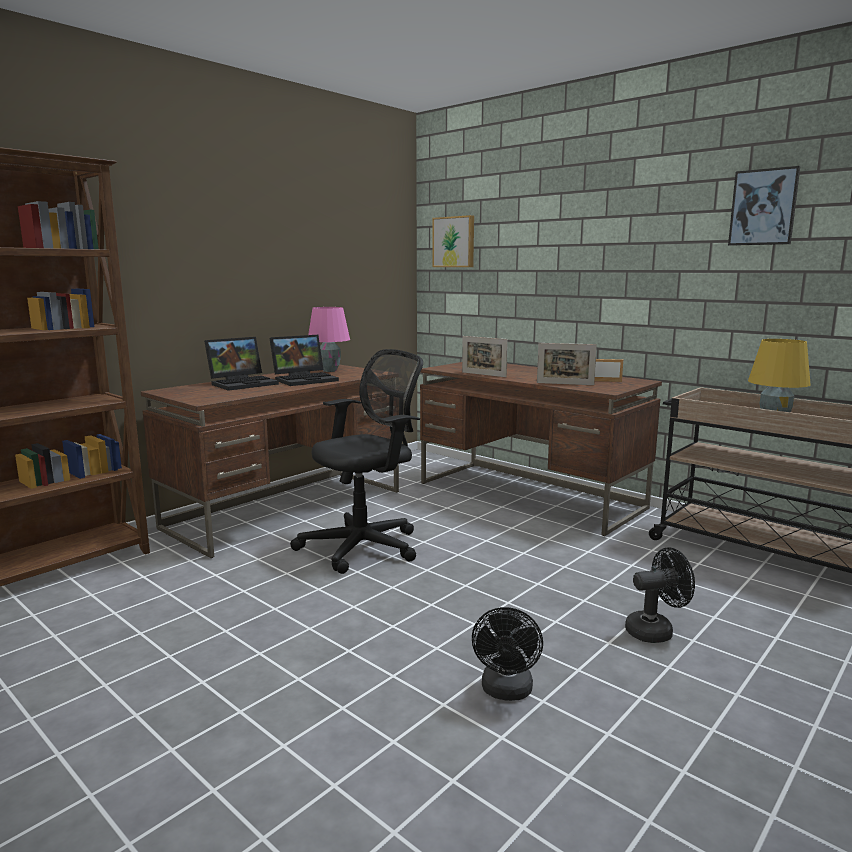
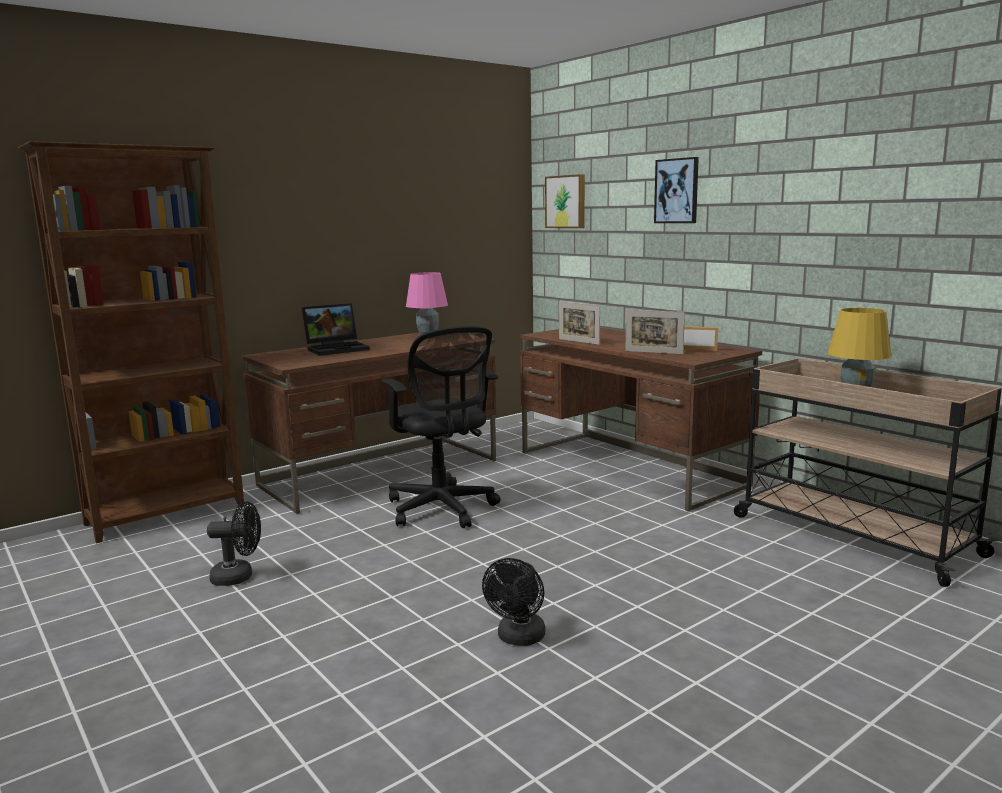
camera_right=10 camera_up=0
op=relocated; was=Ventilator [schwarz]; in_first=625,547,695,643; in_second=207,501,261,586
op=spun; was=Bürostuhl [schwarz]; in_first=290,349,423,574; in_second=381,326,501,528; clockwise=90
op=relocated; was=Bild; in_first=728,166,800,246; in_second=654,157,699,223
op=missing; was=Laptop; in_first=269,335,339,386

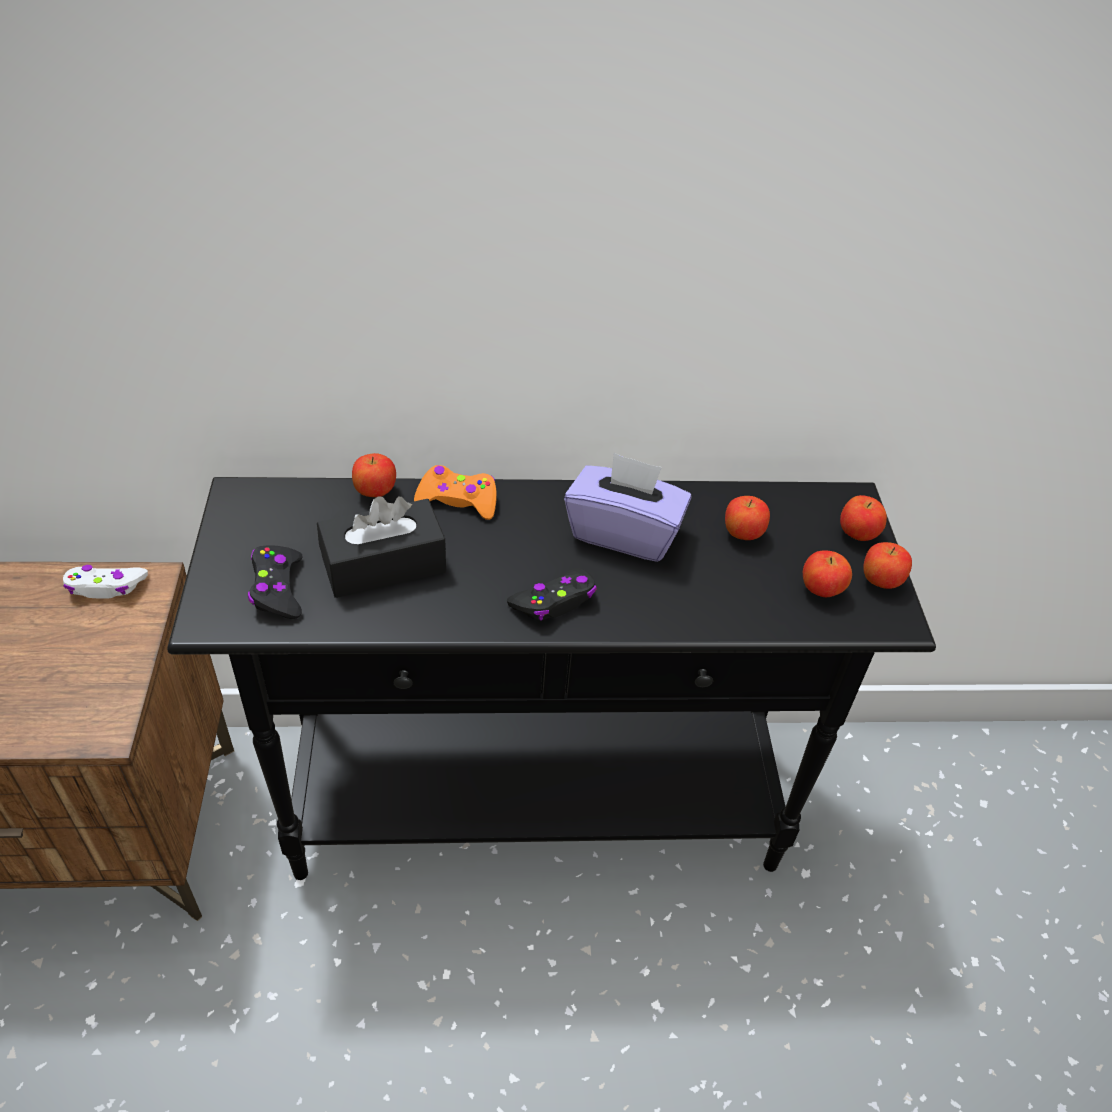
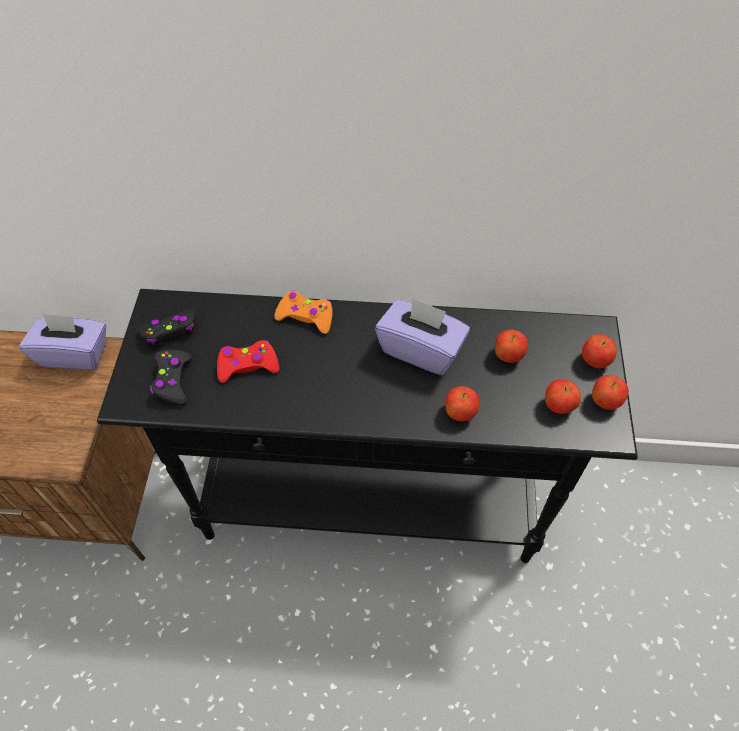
camera_right=10 camera_up=10
op=exchanged; was=Gamepad [weiß]; now=Taschentuchbox [lila]; in_first=63,565,148,599; in_second=19,313,106,370
op=relocated; was=Gamepad [schwarz]; in_first=507,568,597,620; in_second=137,309,196,345
op=exchanged; was=Taschentuchbox [schwarz]; now=Gamepad [rot]; in_first=317,496,446,598; in_second=217,340,279,383
op=relocated; was=Apfel; in_first=352,453,396,497; in_second=445,386,480,421

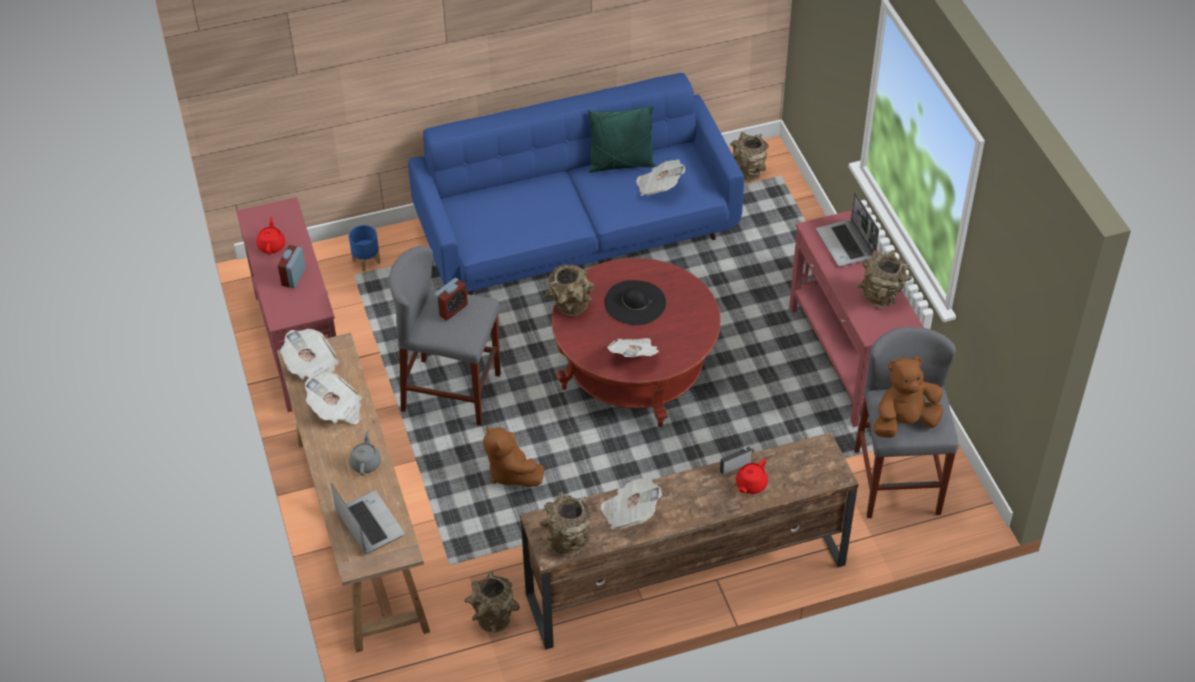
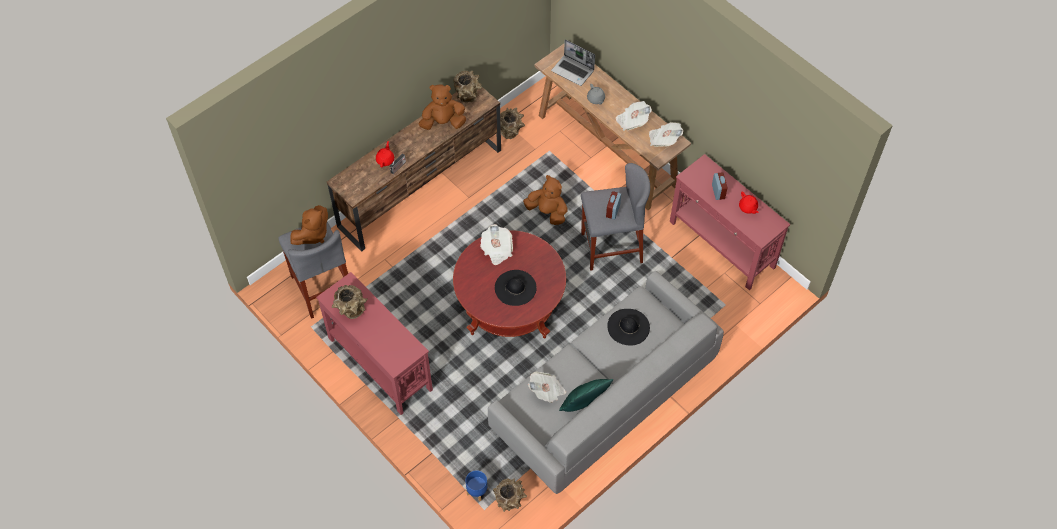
camera_right=155 camera_up=10
op=exchanged; was=Zeitung; now=Plüschtier [braun]; in_first=600,478,662,530; in_second=418,85,466,130
op=relocated; was=Pflanzkübel [blau]; in_first=349,225,380,272; in_second=466,470,488,501
op=colour; was=Sofa [blau]; now=Sofa [grau]; in_first=408,73,744,295; in_second=488,271,724,494
op=appeared; now=Hut [schwarz]; in_second=607,309,650,346
op=missing; was=Vase [braun]; in_first=545,264,594,316
op=missing; was=Laptop; in_first=816,193,879,267

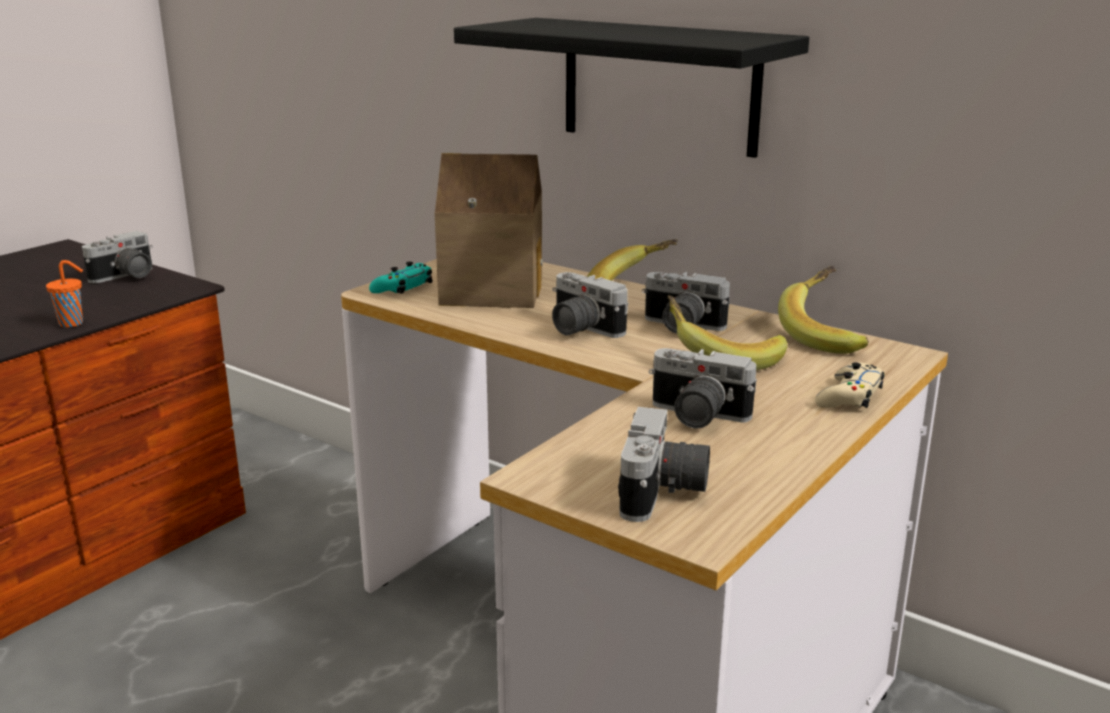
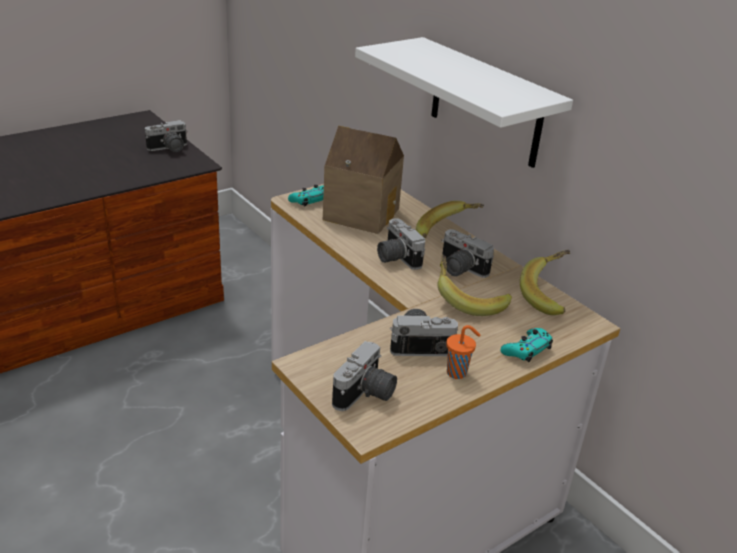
camera_right=15 camera_up=10
op=colour; was=Wandregal [schwarz]; now=Wandregal [weiß]; in_first=454,18,809,158; in_second=355,37,573,168
op=spun; was=Kamera; in_first=649,348,757,428; in_second=390,309,458,356; clockwise=135
op=relocated; was=Tasse [orange]; in_first=46,260,83,328; in_second=446,325,480,379
op=colour; was=Gamepad [beige]; now=Gamepad [türkis]; in_first=815,362,884,408; in_second=500,328,553,362

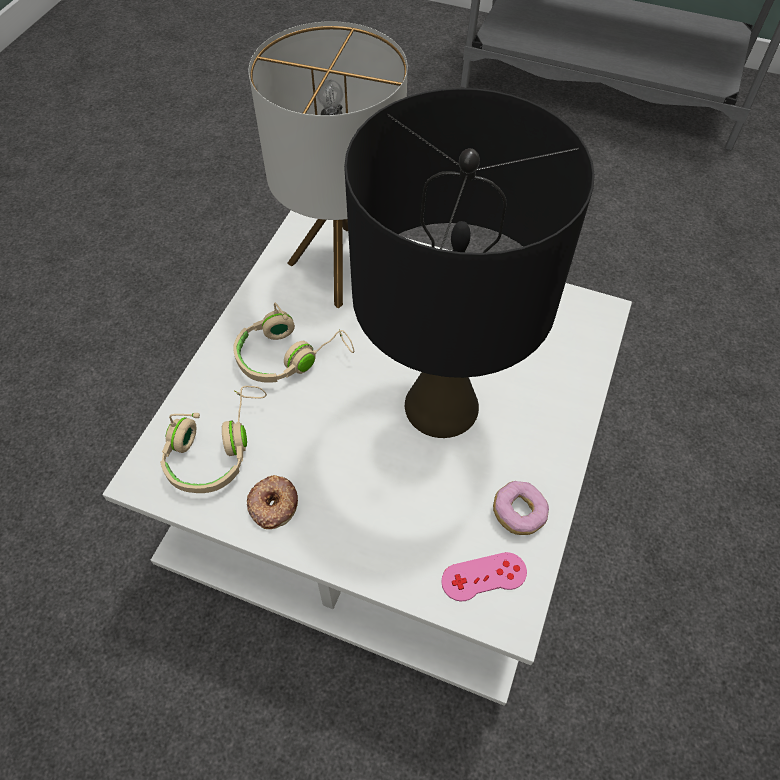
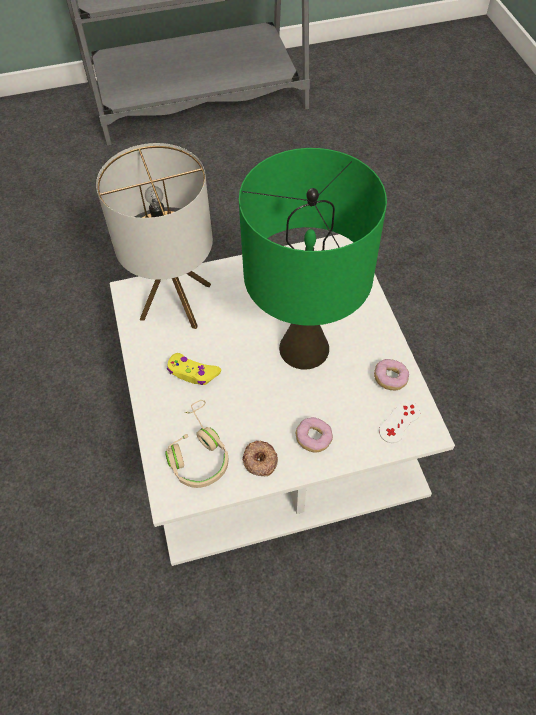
camera_right=-35 camera_up=0
op=exchanged; was=Kopfhörer [beige]; now=Gamepad [gelb]; in_first=233,303,354,383; in_second=167,353,221,385
op=colour; was=Tischlampe [schwarz]; now=Tischlampe [grün]; in_first=344,88,595,438; in_second=239,148,387,369
op=appeared; now=Donut; in_second=296,417,333,453
op=colour; was=Gamepad [rosa]; now=Gamepad [weiß]; in_first=441,552,527,601; in_second=379,400,421,443

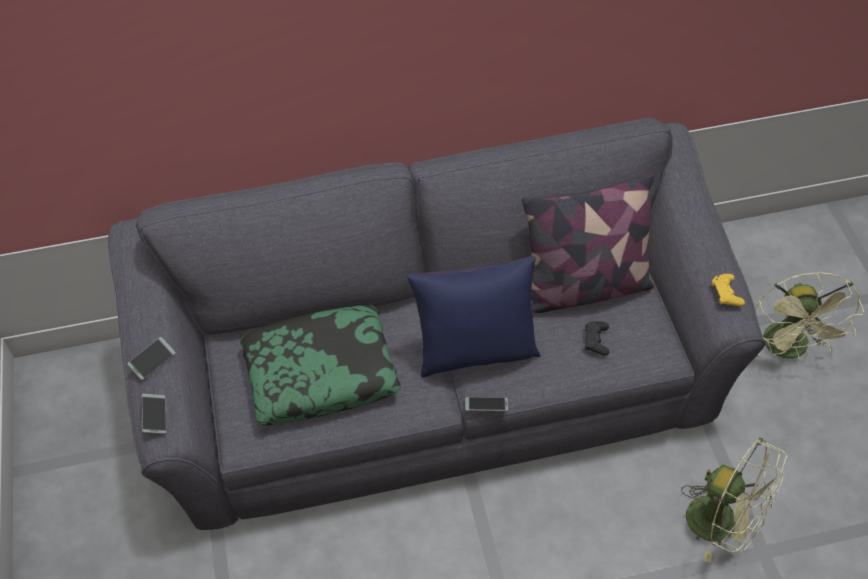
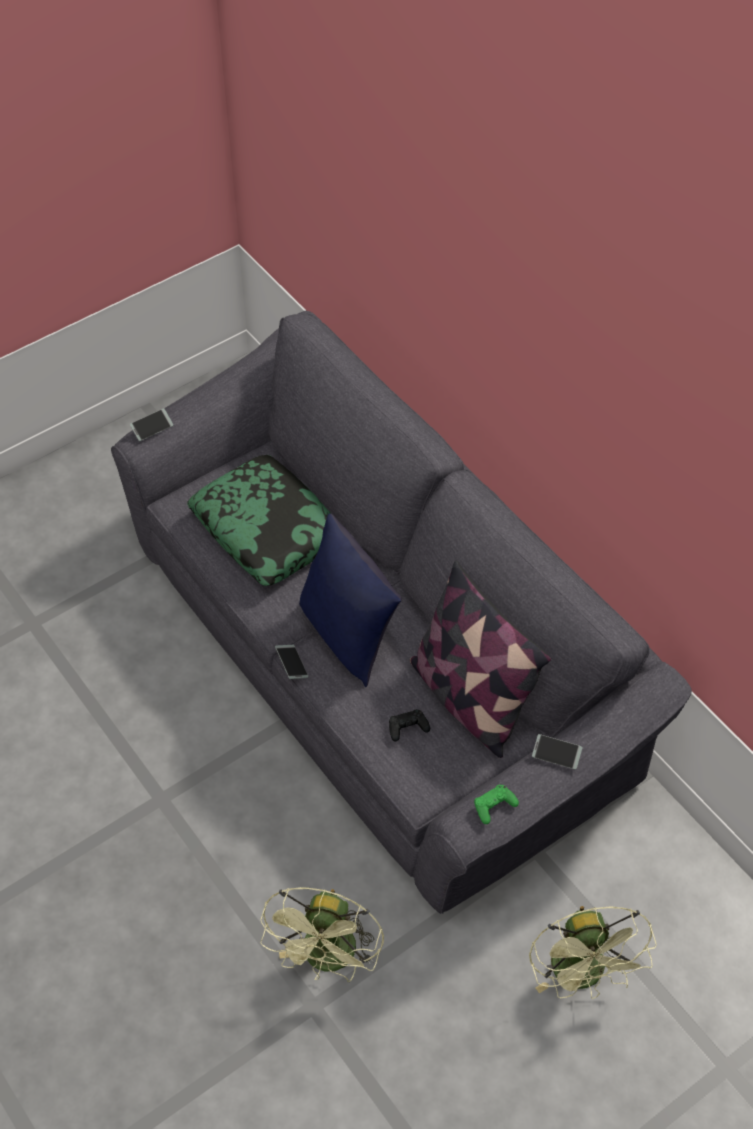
camera_right=65 camera_up=0
op=colour; was=Gamepad [gelb]; now=Gamepad [grün]; in_first=712,274,745,306; in_second=474,785,519,824
op=spun; was=Ventilator [grün]; in_first=755,272,864,360; in_second=529,906,657,999; clockwise=-75
op=relocated; was=Handy; in_first=127,337,176,380; in_second=532,734,582,769

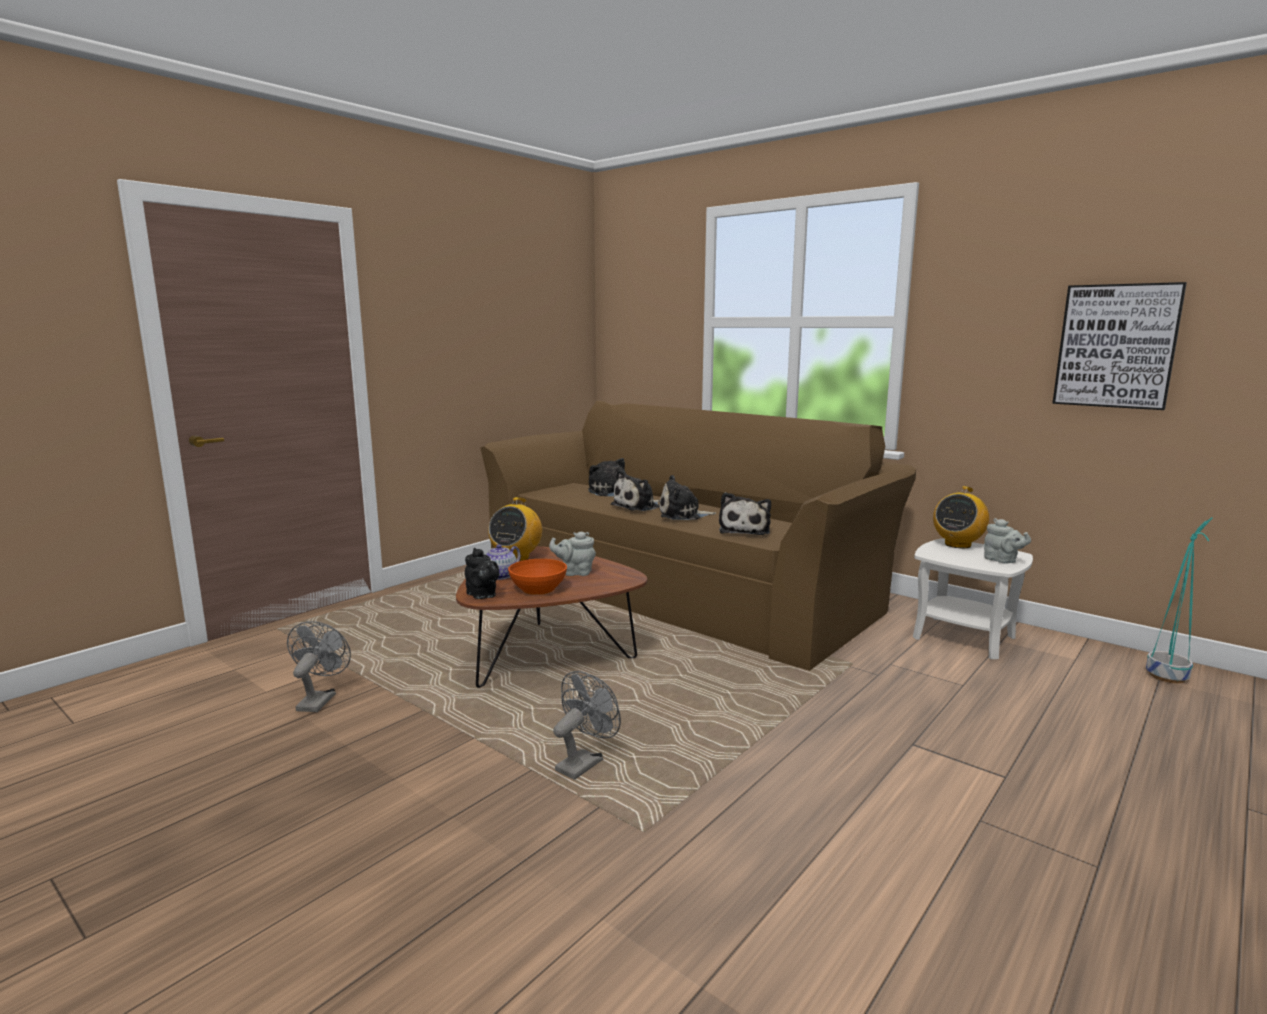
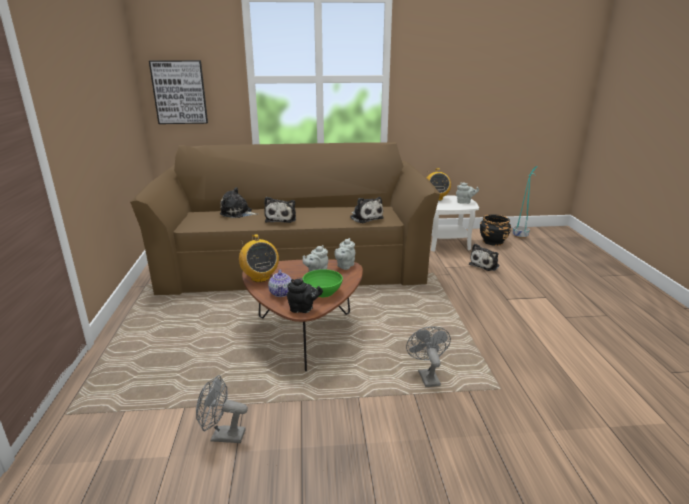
camera_right=-45 camera_up=10
op=relocated; was=Bild; in_first=1052,282,1187,410; in_second=149,60,208,124
op=spun; was=Ventilator [grau]; in_first=287,621,351,712; in_second=196,375,248,443; clockwise=-45
op=colour; was=Schüssel [orange]; now=Schüssel [grün]; in_first=508,559,567,595; in_second=303,269,343,297
op=appeared; now=Teekanne [grau]; in_second=334,238,355,270
op=relocated; was=Plüschtier; in_first=659,475,716,520; in_second=469,244,499,271
op=appeared; now=Pflanzkübel [schwarz]; in_second=480,214,511,246

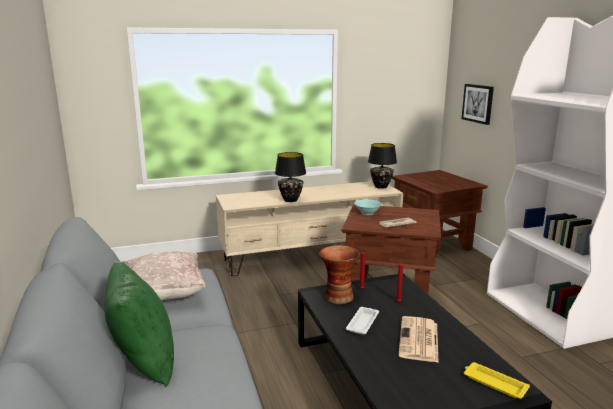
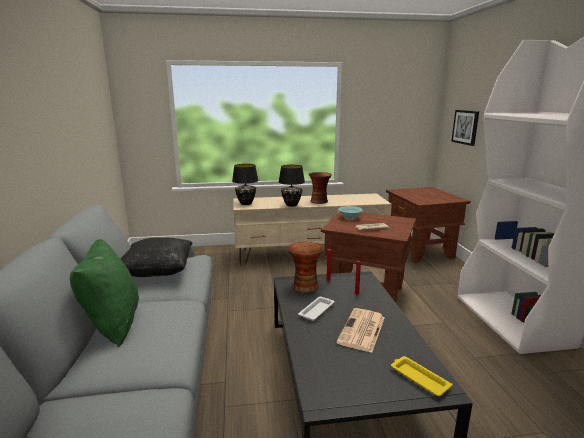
camera_right=10 camera_up=0
op=colour; was=Kissen [beige]; now=Kissen [schwarz]; in_first=124,251,206,301; in_second=121,237,193,277
op=relocated; was=Tischlampe [schwarz]; in_first=368,143,397,189; in_second=232,164,258,205
op=appeared; now=Vase; in_second=308,172,332,204

